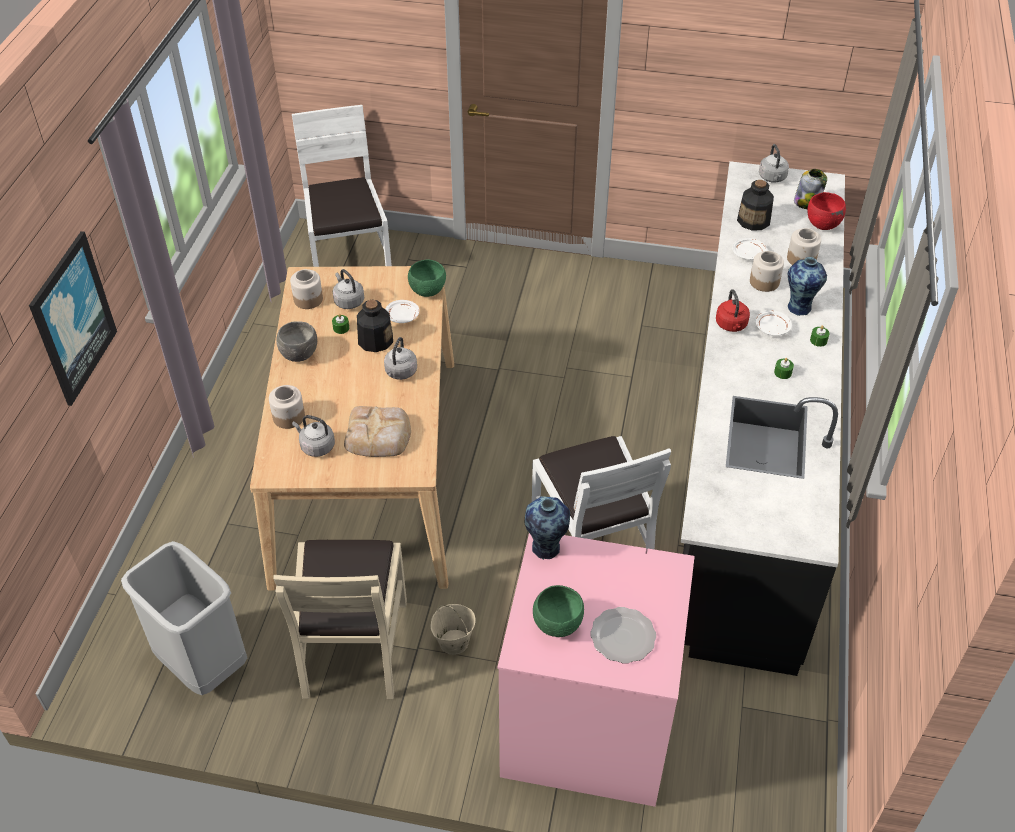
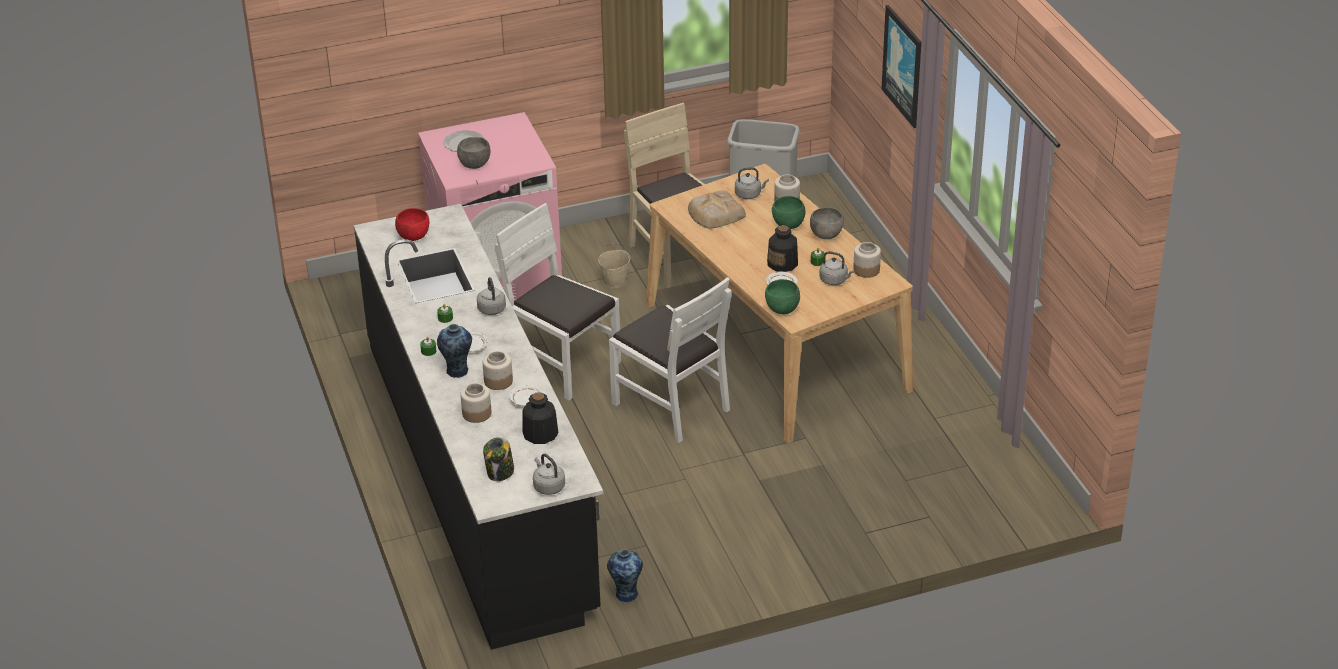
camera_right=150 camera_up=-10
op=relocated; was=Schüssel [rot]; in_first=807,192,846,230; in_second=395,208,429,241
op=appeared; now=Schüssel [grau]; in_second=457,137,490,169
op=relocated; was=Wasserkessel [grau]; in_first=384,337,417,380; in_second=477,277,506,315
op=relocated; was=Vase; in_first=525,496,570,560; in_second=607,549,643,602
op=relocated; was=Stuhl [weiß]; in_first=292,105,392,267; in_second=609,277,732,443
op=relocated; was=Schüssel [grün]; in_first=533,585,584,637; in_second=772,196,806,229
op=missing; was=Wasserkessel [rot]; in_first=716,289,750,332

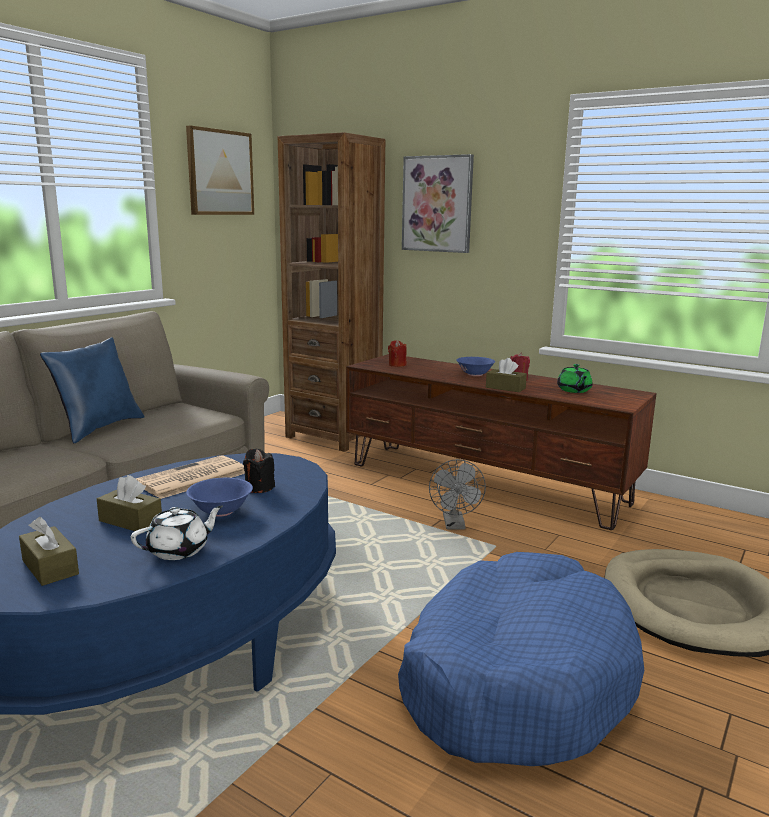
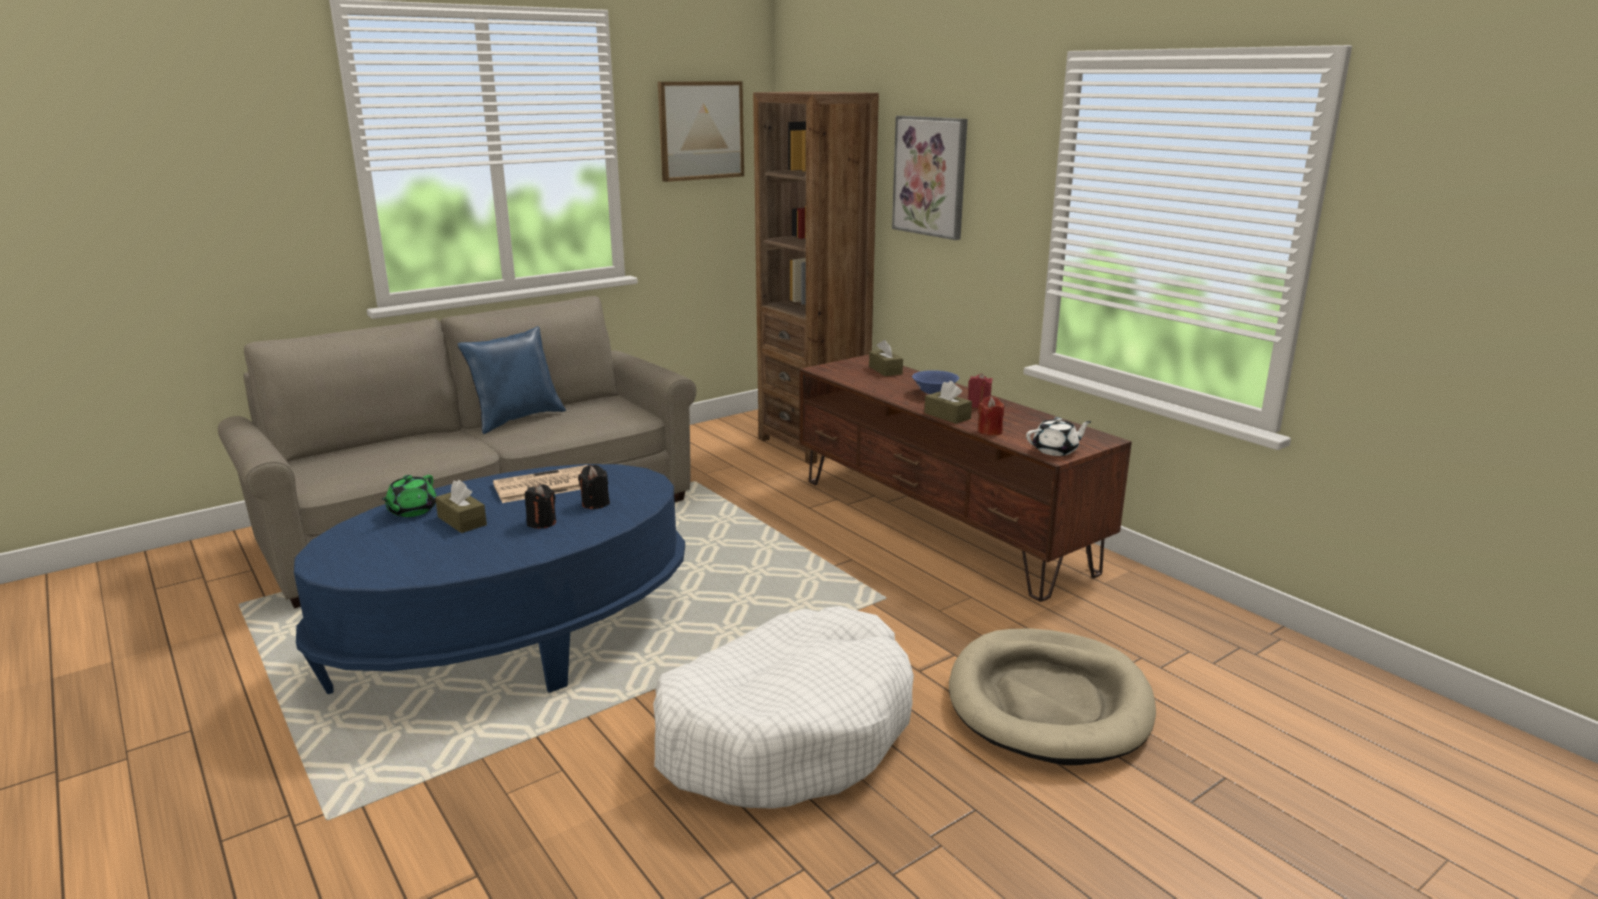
camera_right=20 camera_up=5
op=relocated; was=Teekanne [grün]; in_first=557,364,593,393; in_second=381,475,437,517
op=exchanged; was=Schüssel [blau]; now=Kerze [schwarz]; in_first=186,478,253,517; in_second=525,484,556,529
op=colour; was=Hundebett [blau]; now=Hundebett [weiß]; in_first=398,552,644,766; in_second=653,606,914,809
op=relocated; was=Taschentuchbox [braun]; in_first=19,517,79,586; in_second=869,340,903,376
op=relocated; was=Kerze [rot]; in_first=388,340,407,367; in_second=978,396,1004,436
op=relocated; was=Teekanne [weiß]; in_first=131,506,223,560; in_second=1026,417,1092,456
op=missing; was=Ventilator [grau]; in_first=429,459,486,529

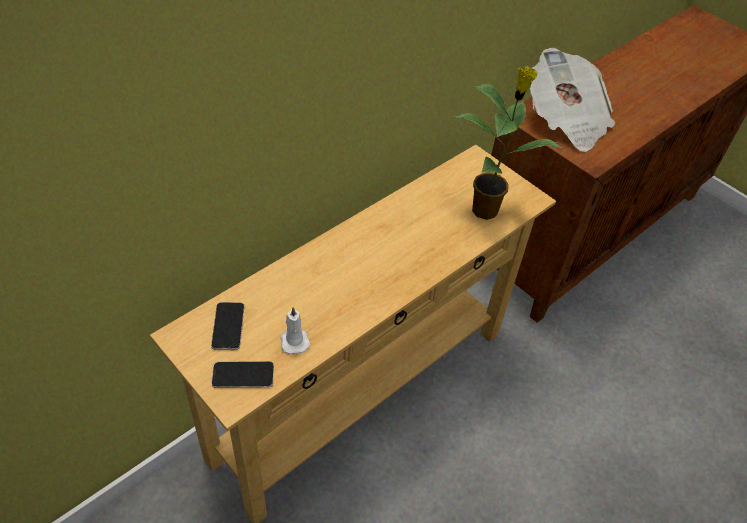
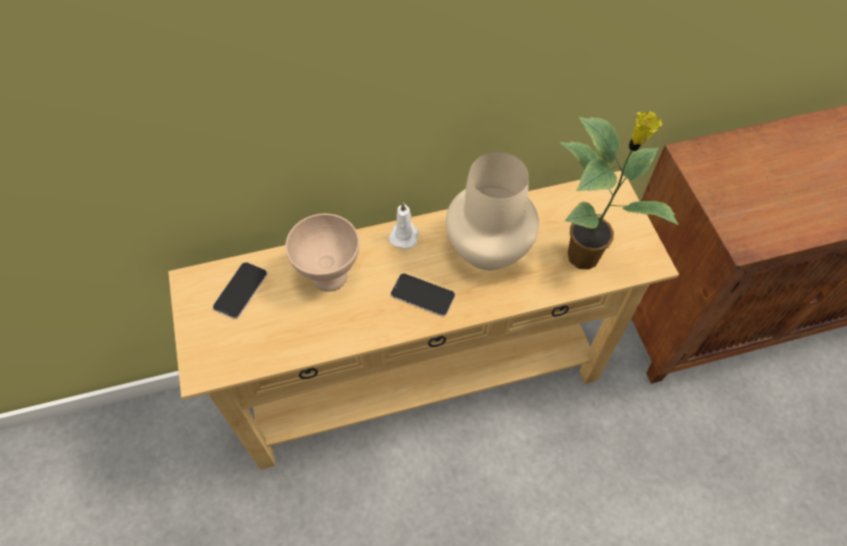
camera_right=30 camera_up=10
op=appeared; now=Schüssel [beige]; in_second=285,214,359,292
op=relocated; was=Kerze [weiß]; in_first=280,307,310,354; in_second=389,202,419,249
op=relocated; was=Handy; in_first=211,361,274,388; in_second=391,273,455,316
op=appeared; now=Vase [beige]; in_second=446,152,539,270
op=missing; was=Zeitung; in_first=530,48,615,152

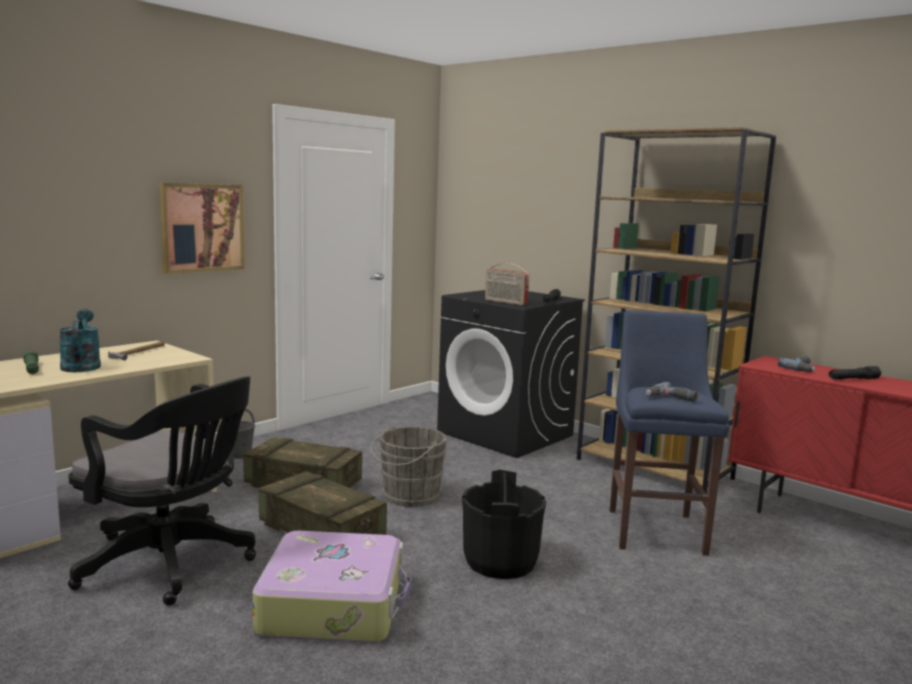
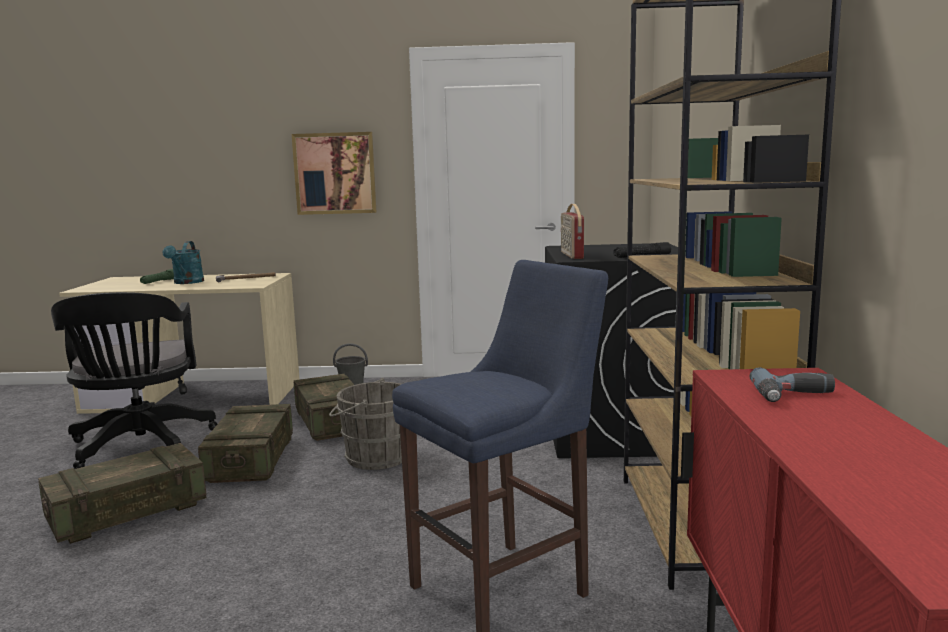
camera_right=50 camera_up=0
op=exchanged; was=Koffer; now=Kiste; in_first=253,531,412,643; in_second=38,443,206,544
op=spun; was=Gießkanne [türkis]; in_first=59,309,101,372; in_second=162,241,204,284; clockwise=150
op=missing; was=Eimer [schwarz]; in_first=462,470,546,579
op=missing; was=Bohrmaschine; in_first=646,382,698,402
op=missing; was=Taschenlampe [schwarz]; in_first=829,366,881,380

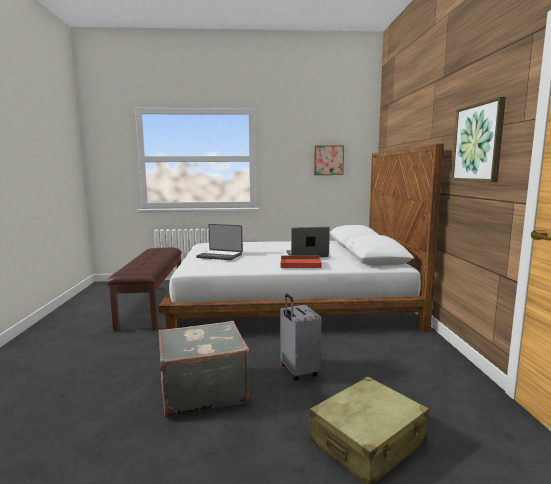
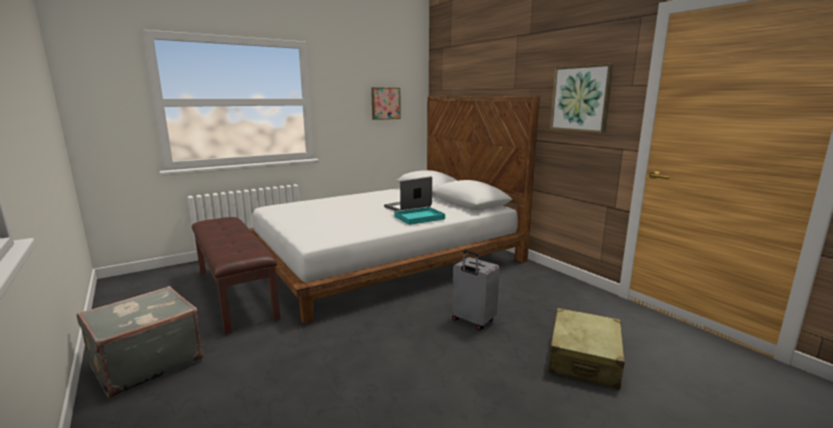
camera_right=-30 camera_up=5
op=relocated; was=Koffer [grau]; in_first=158,321,249,418; in_second=77,286,203,398
op=colour; was=Tablett [rot]; now=Tablett [türkis]; in_first=281,255,322,268; in_second=394,207,445,225
op=missing; was=Laptop; in_first=196,224,243,260

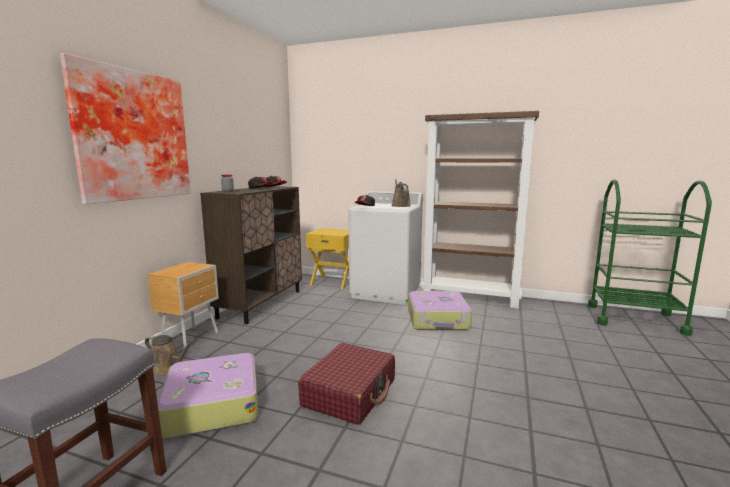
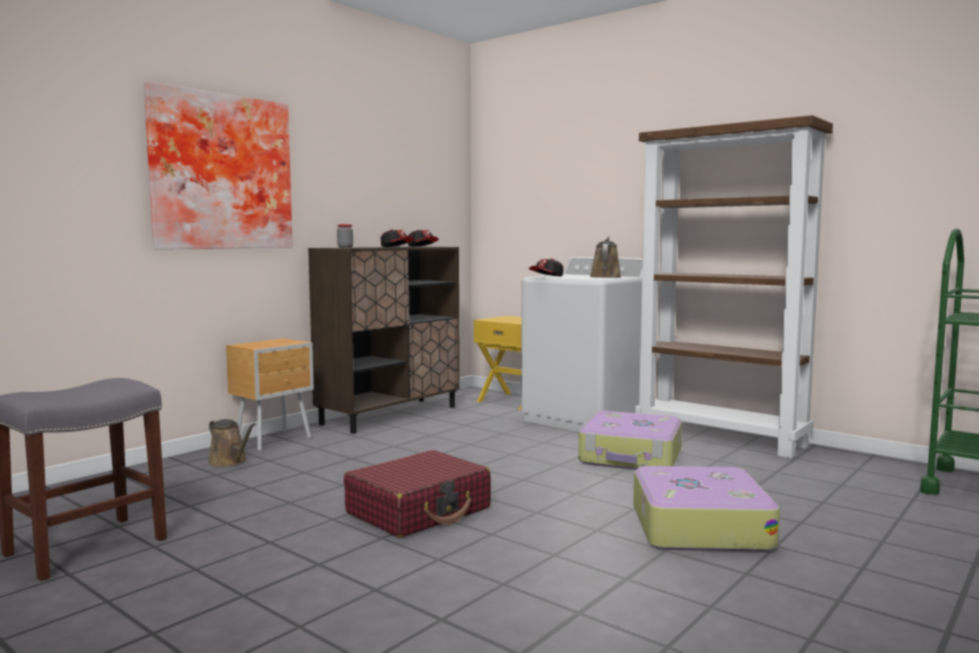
camera_right=20 camera_up=-5
op=relocated; was=Koffer; in_first=158,353,258,438; in_second=633,466,780,552

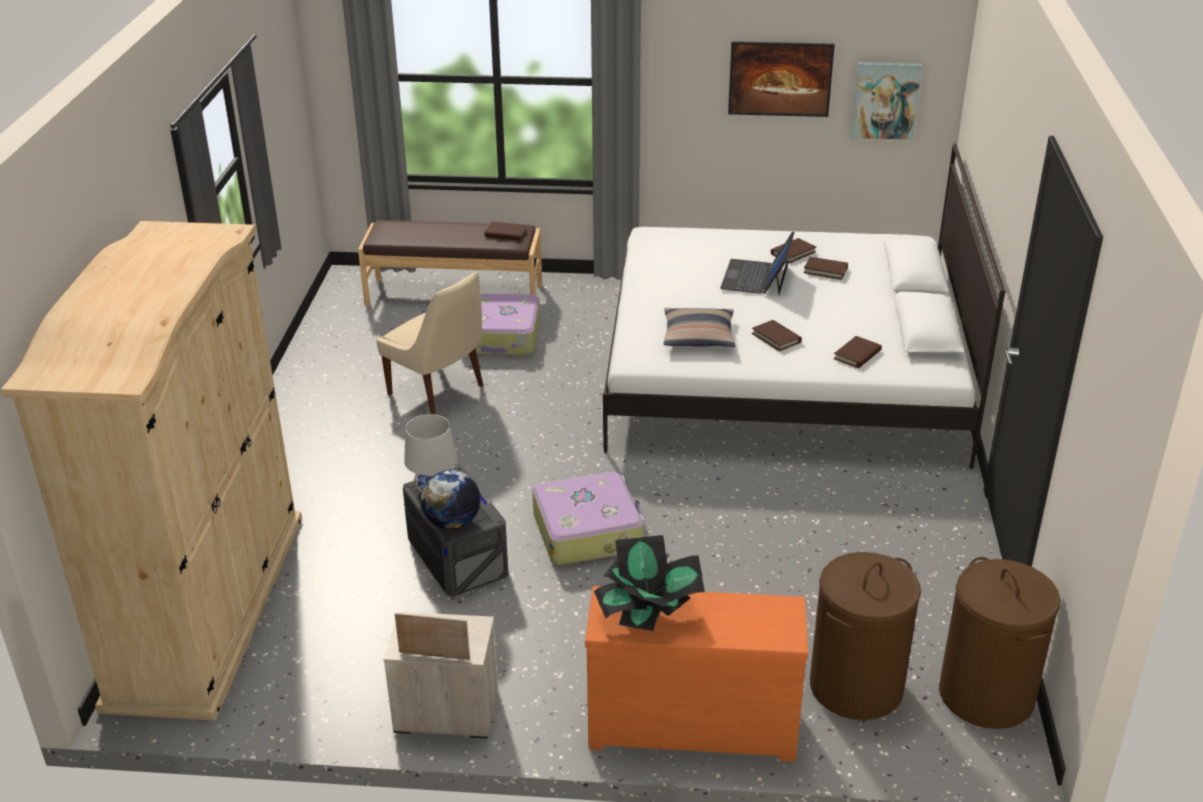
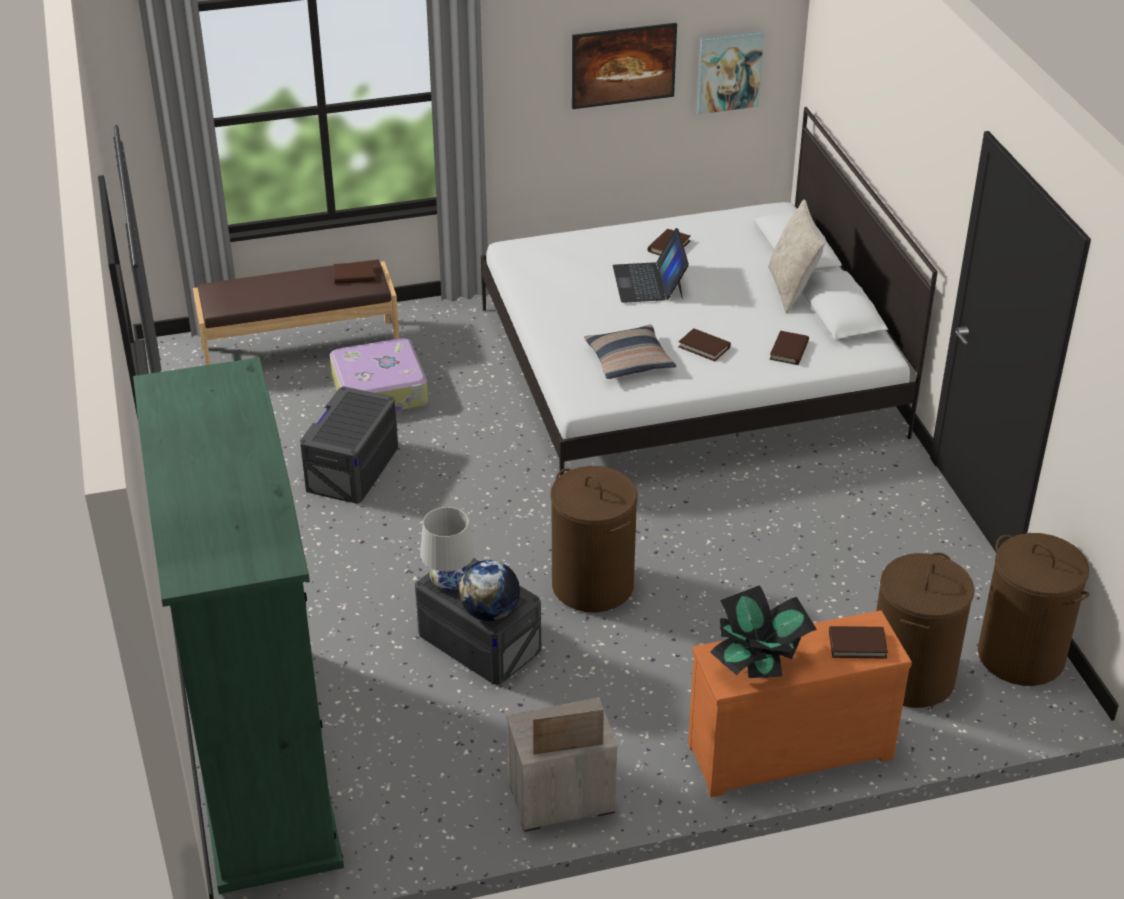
camera_right=-20 camera_up=5
op=colour; was=Kleiderschrank [beige]; now=Kleiderschrank [grün]; in_first=1,221,302,721; in_second=133,357,344,894
op=exchanged; was=Stuhl [beige]; now=Aufbewahrungsbox [grau]; in_first=376,272,483,415; in_second=300,386,398,504
op=exchanged; was=Koffer; now=Wäschekorb [braun]; in_first=532,472,644,565; in_second=550,466,638,612
op=appeared; now=Kissen [beige]; in_second=768,199,825,314
op=relocated; was=Buch [braun]; in_first=804,257,848,280; in_second=829,626,888,658

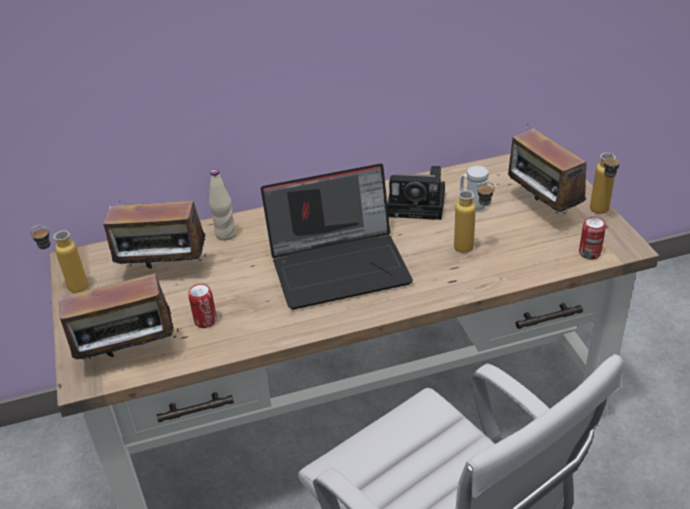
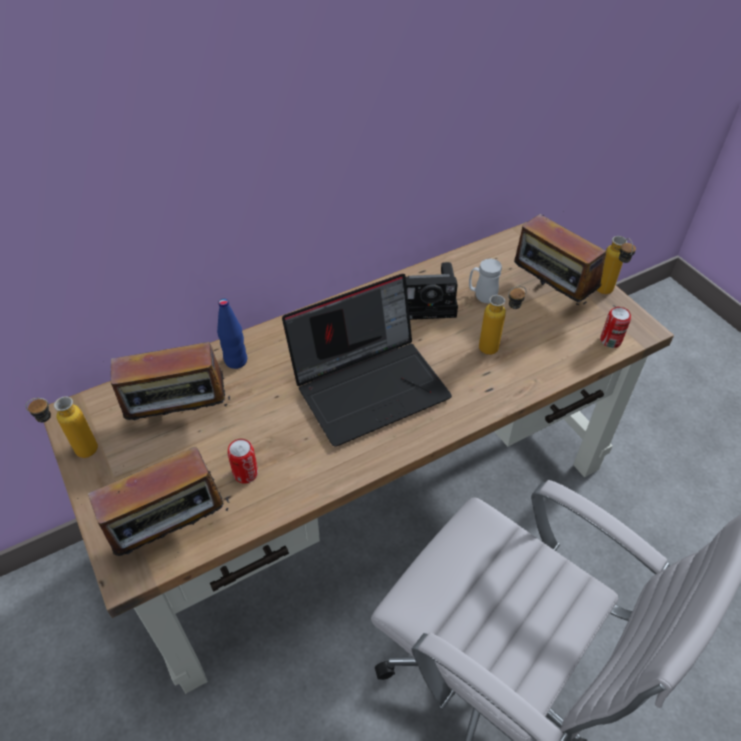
camera_right=-15 camera_up=10
op=colour; was=Flasche [beige]; now=Flasche [blau]; in_first=209,169,236,241; in_second=217,299,247,369

